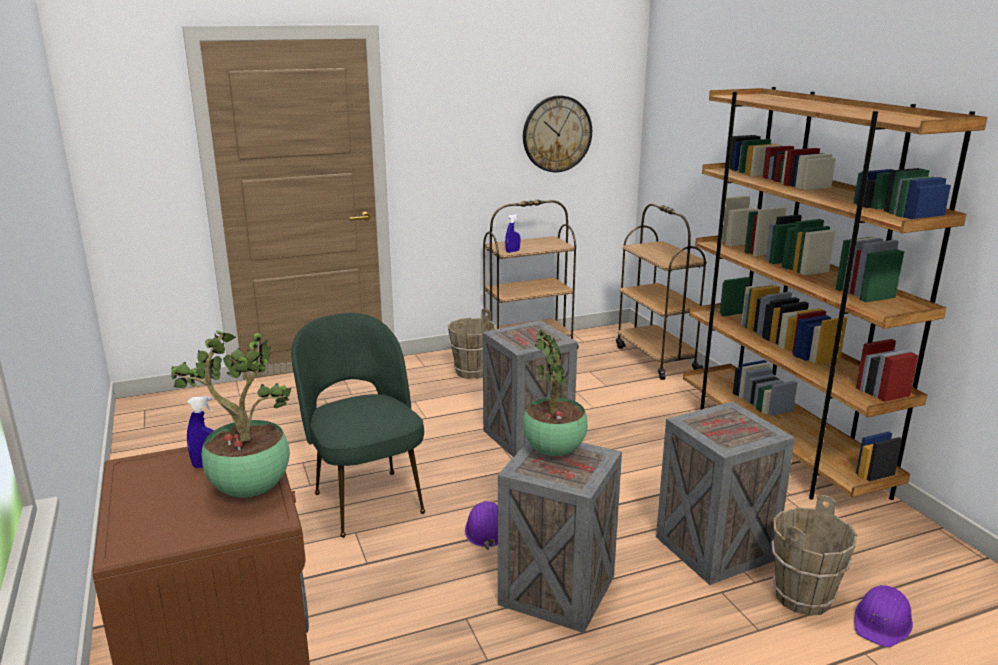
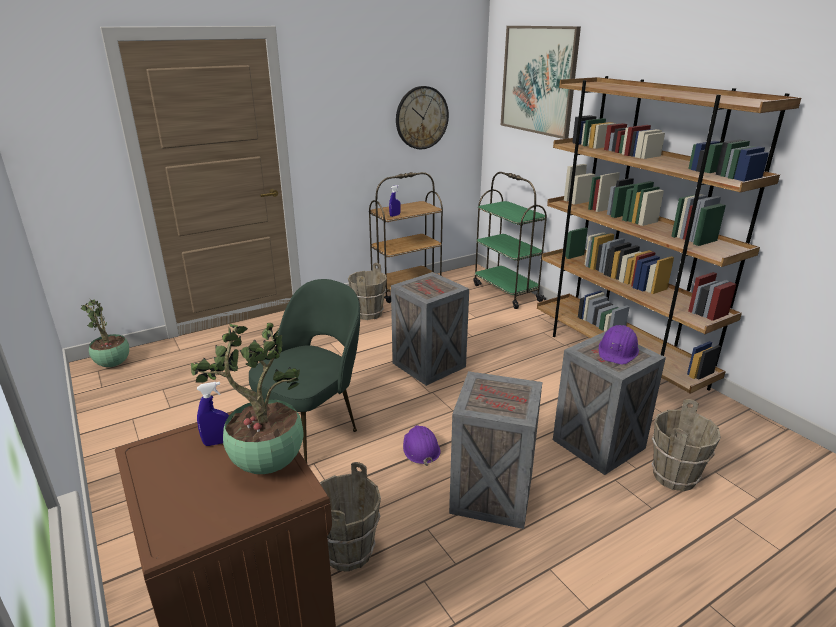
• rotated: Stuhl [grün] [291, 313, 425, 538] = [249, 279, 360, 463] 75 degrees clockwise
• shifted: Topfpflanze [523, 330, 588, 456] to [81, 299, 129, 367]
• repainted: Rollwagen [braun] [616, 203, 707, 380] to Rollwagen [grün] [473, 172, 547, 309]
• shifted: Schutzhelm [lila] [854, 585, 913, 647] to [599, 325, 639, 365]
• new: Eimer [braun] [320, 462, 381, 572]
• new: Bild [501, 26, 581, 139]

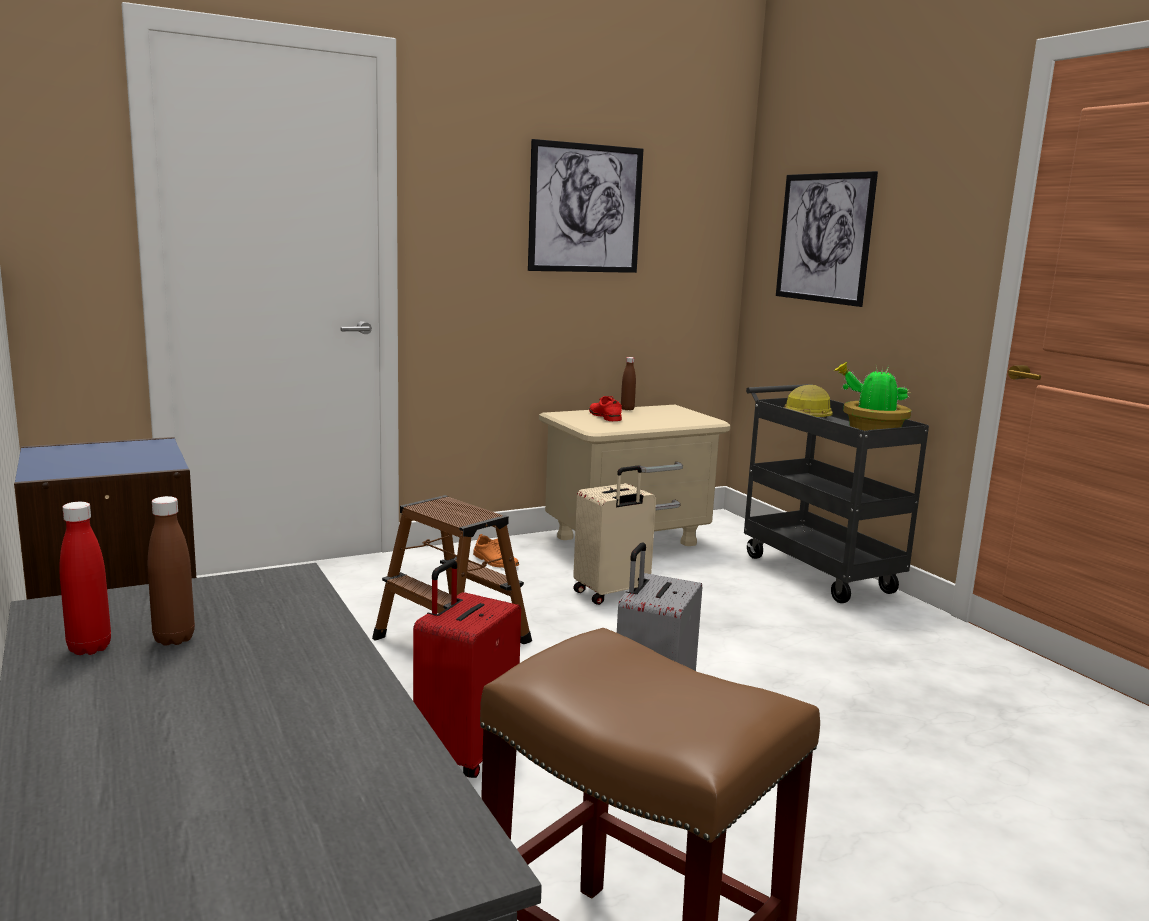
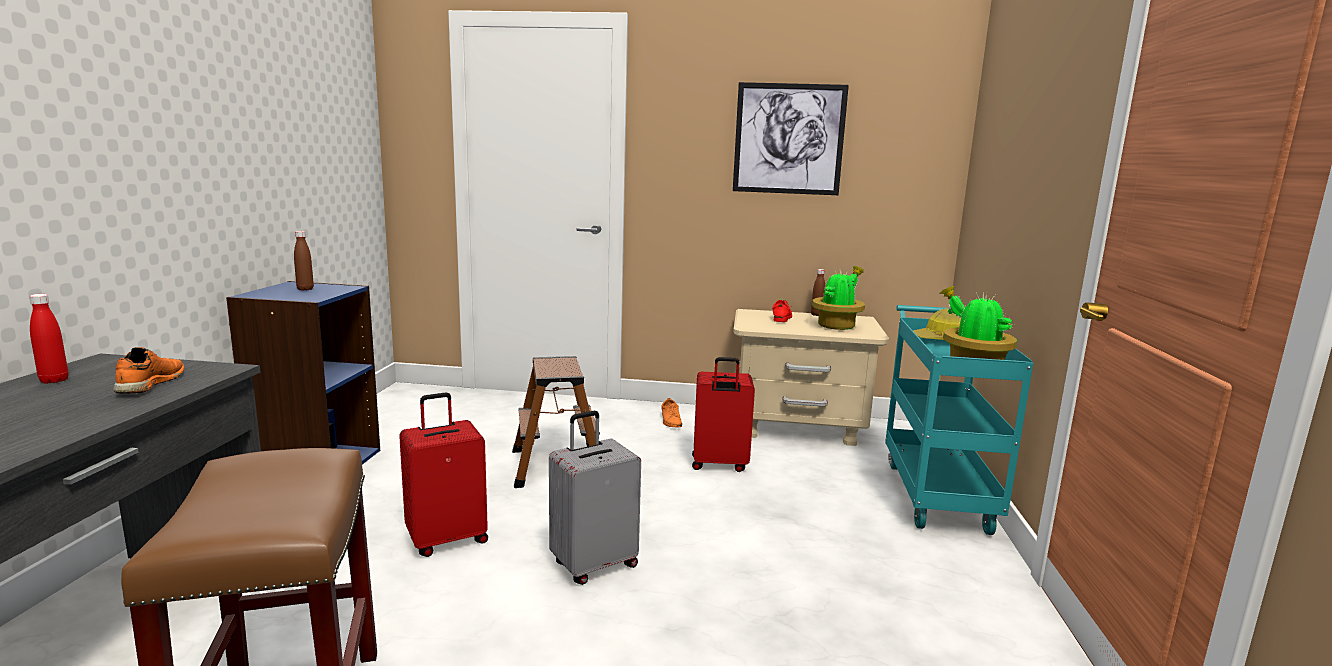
• shifted: Flasche [braun] [148, 496, 195, 646] to [294, 231, 314, 291]
• repainted: Koffer [beige] [573, 466, 656, 605] to Koffer [rot] [692, 357, 755, 472]
• repainted: Rollwagen [grau] [744, 384, 929, 603] to Rollwagen [türkis] [885, 305, 1033, 535]
• gone: Bild [776, 171, 878, 307]
• new: Schuh [orange] [113, 347, 184, 394]
• new: Topfpflanze [812, 266, 865, 330]

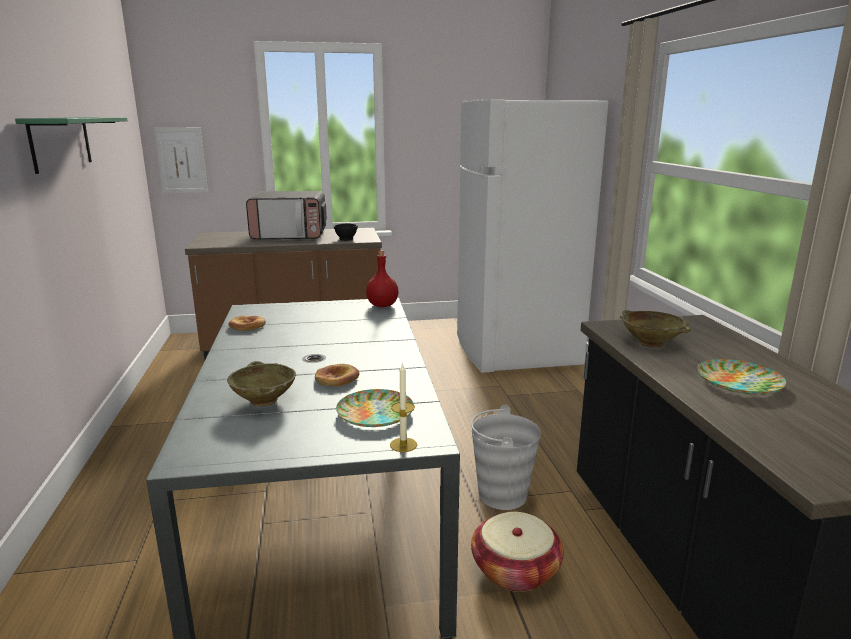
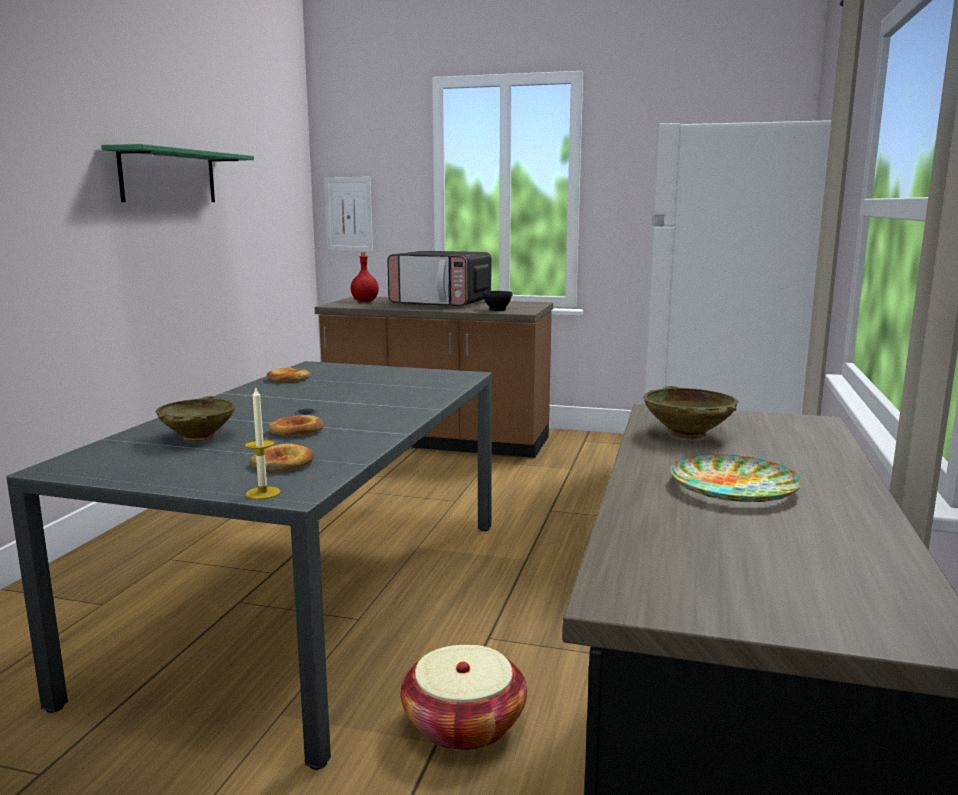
• swapped: Teller [336, 389, 414, 427] to Brot [249, 443, 315, 471]
• shifted: Flasche [rot] [366, 251, 398, 307] to [351, 252, 379, 302]
• gone: Eimer [grau] [471, 405, 541, 510]

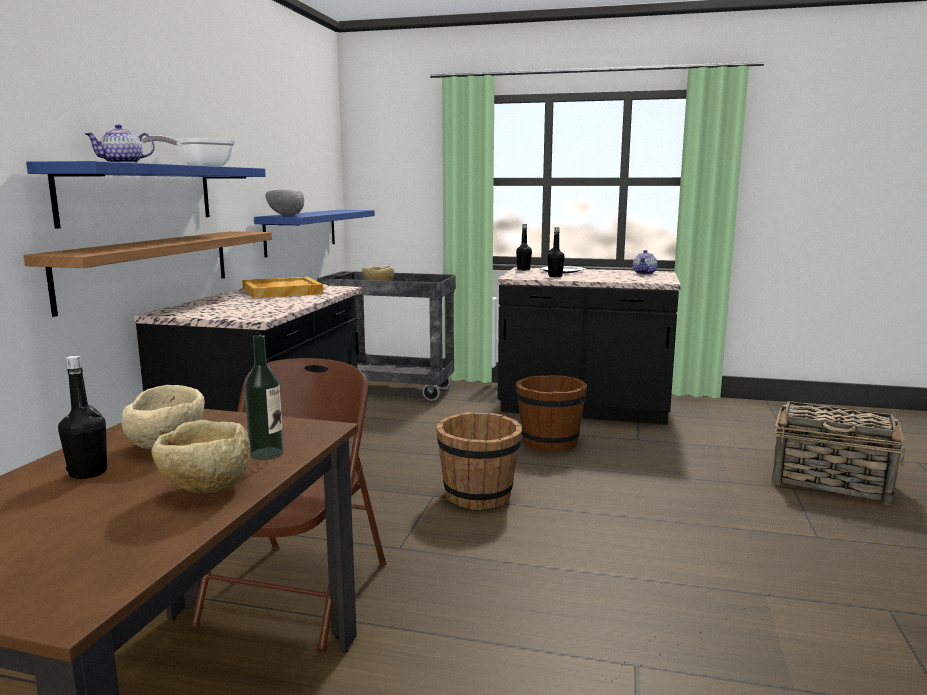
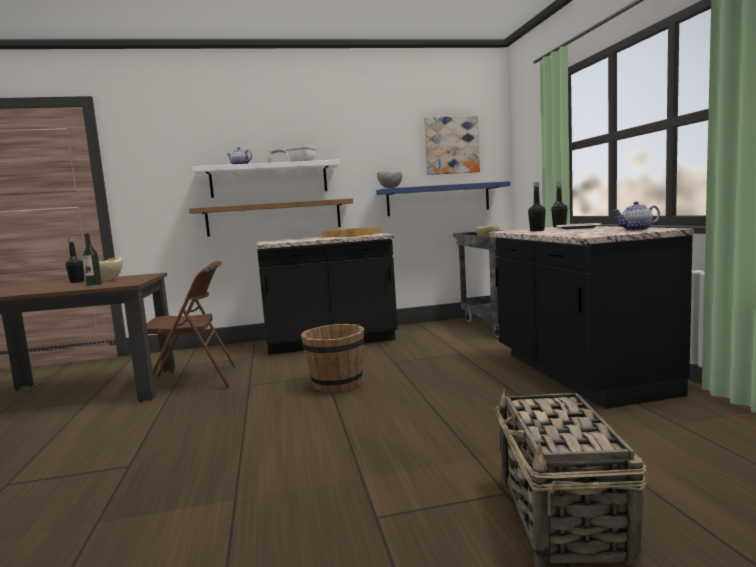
• repainted: Wandregal [blau] [26, 161, 266, 229] to Wandregal [weiß] [192, 159, 340, 198]
• gone: Schüssel [beige] [151, 420, 250, 493]
• gone: Eimer [braun] [516, 375, 587, 451]
• new: Bild [424, 116, 480, 175]

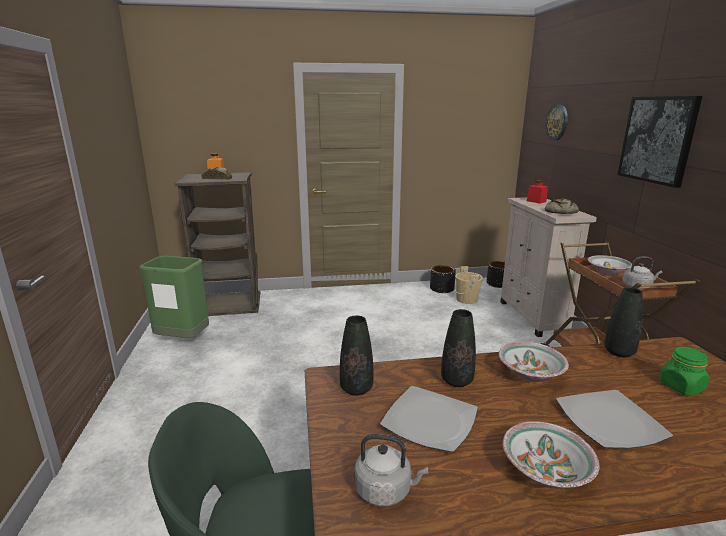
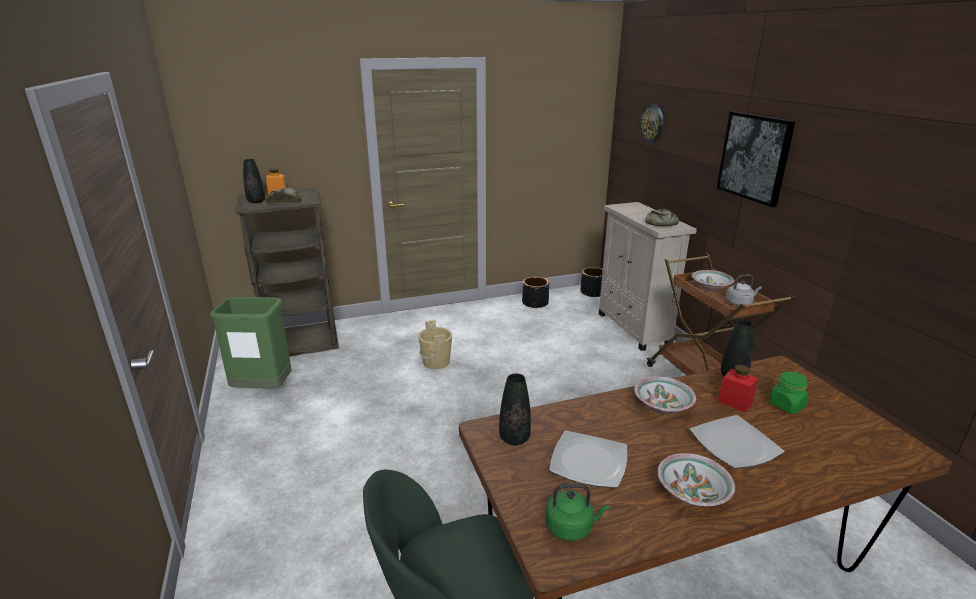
• repainted: Wasserkessel [grau] [355, 434, 428, 506] to Wasserkessel [grün] [545, 483, 609, 541]
• shifted: Vase [schwarz] [441, 309, 476, 387] to [243, 159, 265, 203]
• shifted: Eimer [beige] [455, 266, 483, 304] to [418, 320, 452, 369]
• shifted: Vorratsglas [rot] [527, 180, 548, 204] to [718, 365, 758, 412]

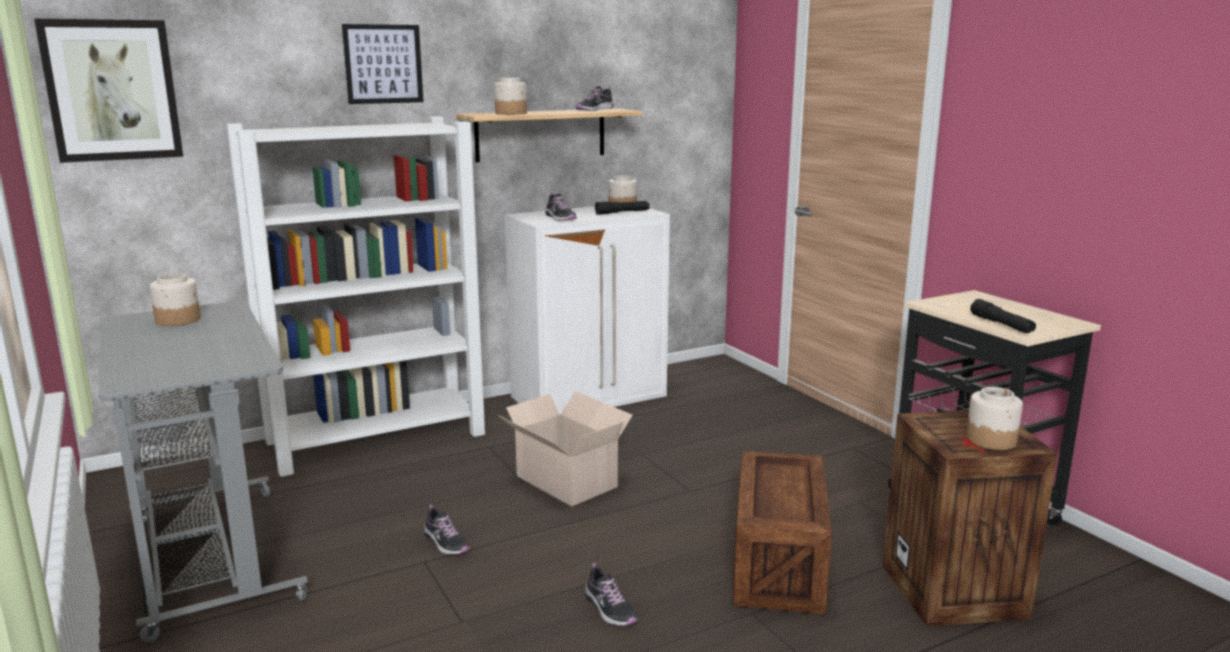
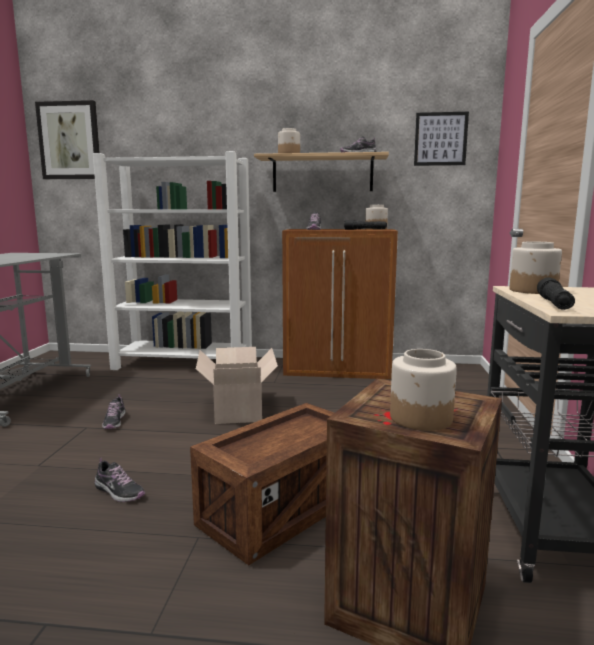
• shifted: Vorratsglas [150, 273, 200, 326] to [509, 241, 562, 294]
• shifted: Bild [342, 24, 424, 104] to [414, 112, 469, 166]
• repainted: Schrank [weiß] [504, 206, 670, 414] to Schrank [braun] [282, 229, 398, 379]
• rotated: Schuh [585, 563, 637, 626] = [95, 458, 145, 502] 60 degrees counterclockwise

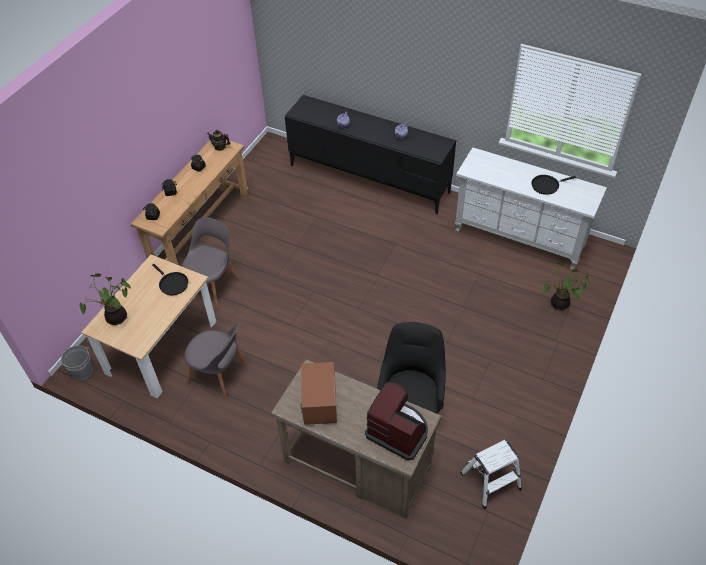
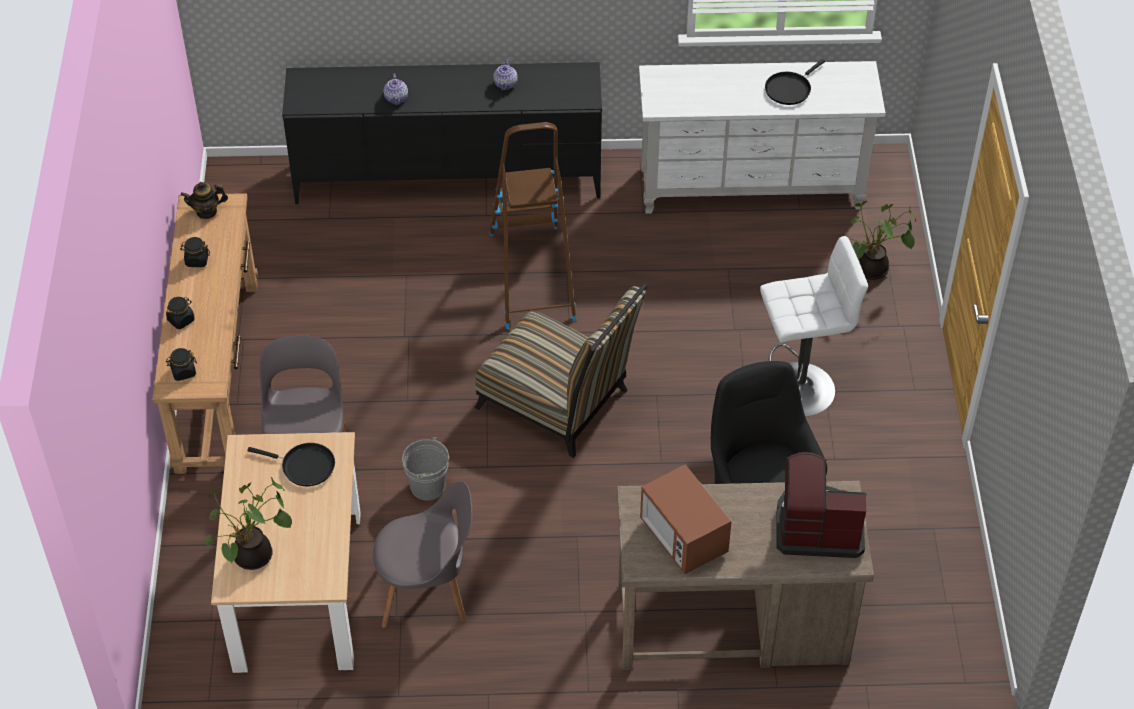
• shifted: Eimer [grau] [61, 346, 93, 381] to [402, 437, 449, 501]
• gone: Trittleiter [weiß] [460, 439, 522, 509]
• new: Stuhl [475, 284, 647, 458]
• new: Trittleiter [braun] [489, 122, 576, 329]
• new: Hocker [weiß] [760, 236, 868, 417]

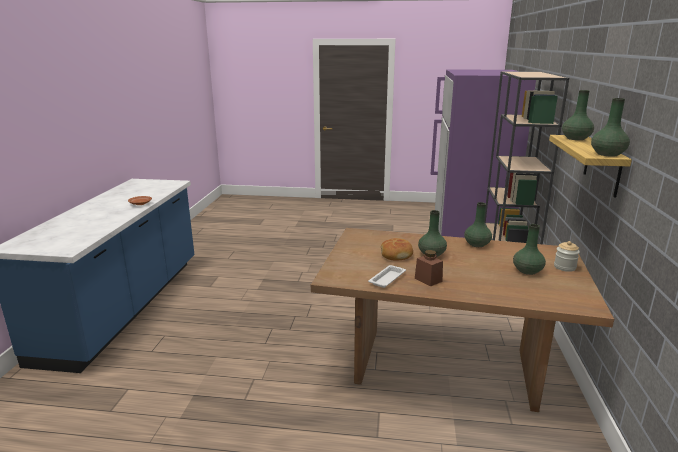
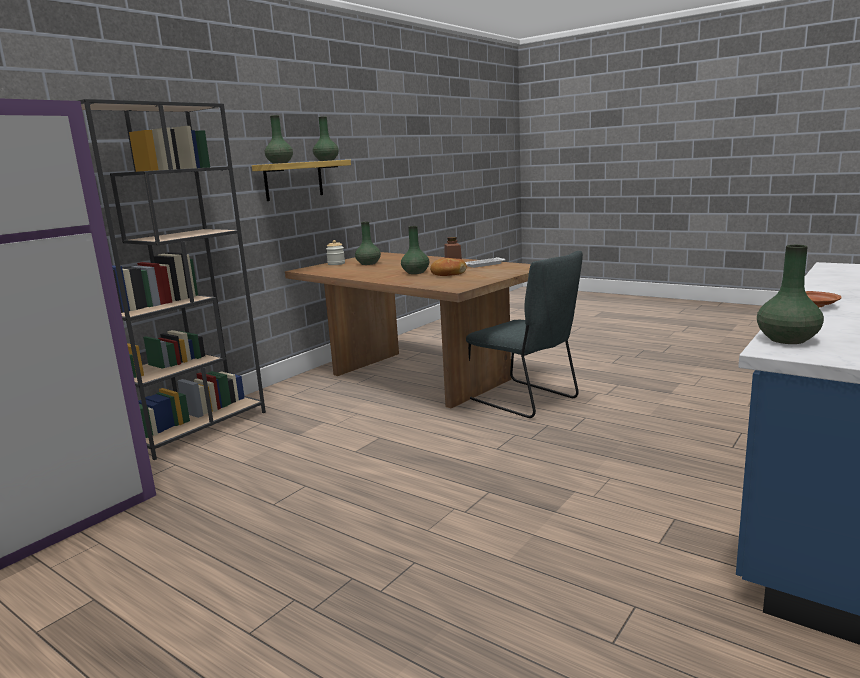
• shifted: Vase [grün] [464, 202, 492, 247] to [757, 245, 824, 344]
• new: Stuhl [grau] [466, 251, 583, 418]

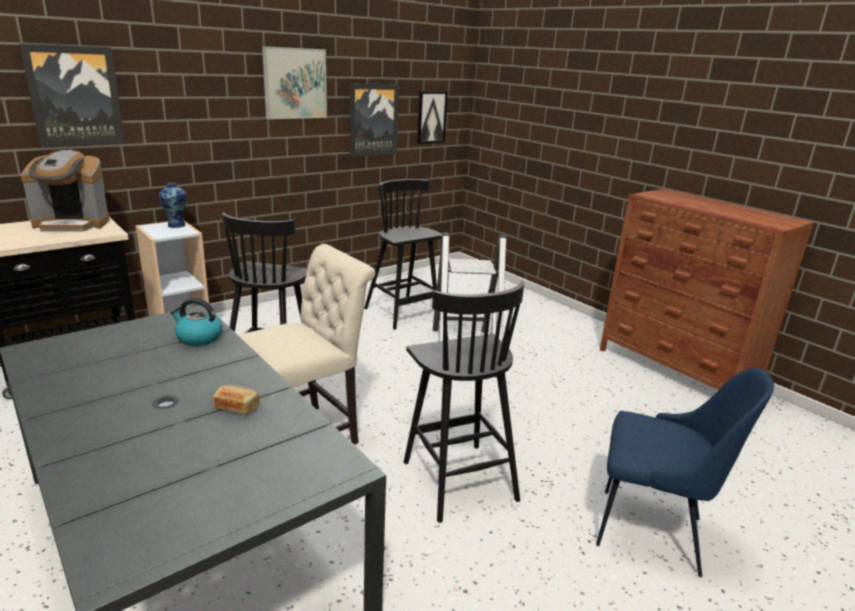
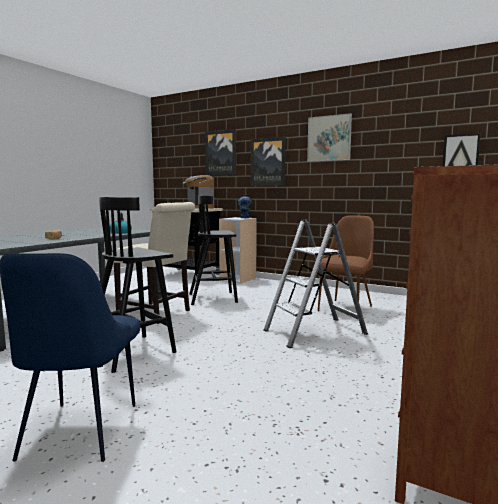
• shifted: Bild [350, 84, 399, 157] to [251, 137, 286, 186]
• swapped: Hocker [schwarz] [364, 179, 442, 330] to Stuhl [braun] [318, 215, 374, 311]

